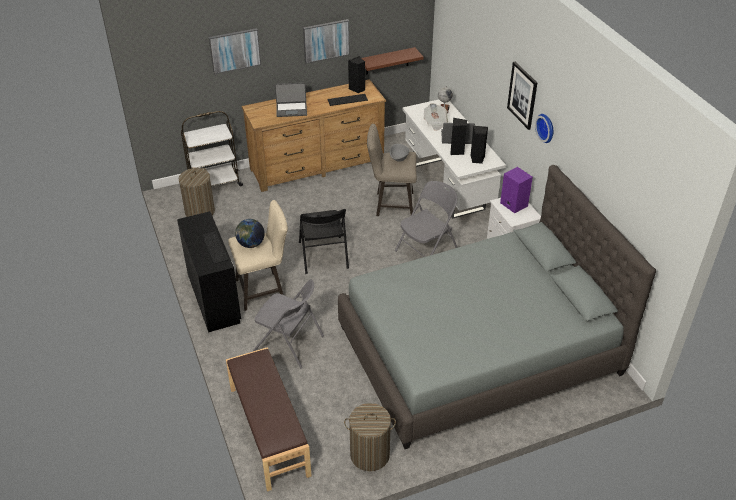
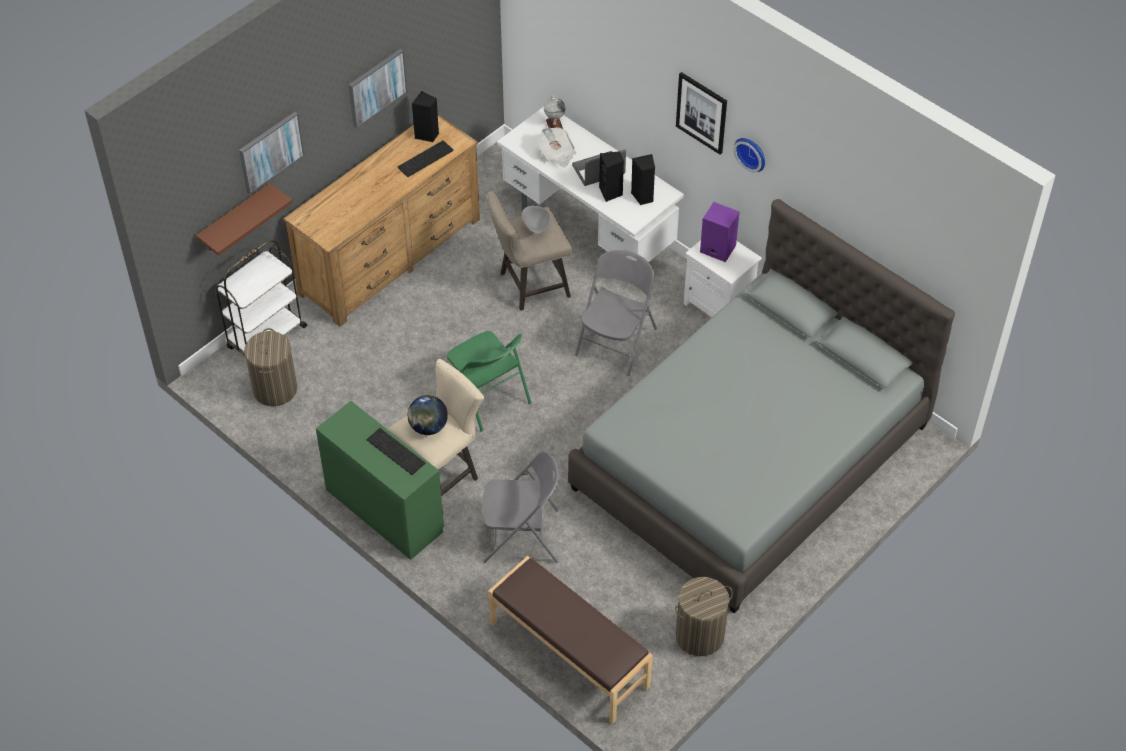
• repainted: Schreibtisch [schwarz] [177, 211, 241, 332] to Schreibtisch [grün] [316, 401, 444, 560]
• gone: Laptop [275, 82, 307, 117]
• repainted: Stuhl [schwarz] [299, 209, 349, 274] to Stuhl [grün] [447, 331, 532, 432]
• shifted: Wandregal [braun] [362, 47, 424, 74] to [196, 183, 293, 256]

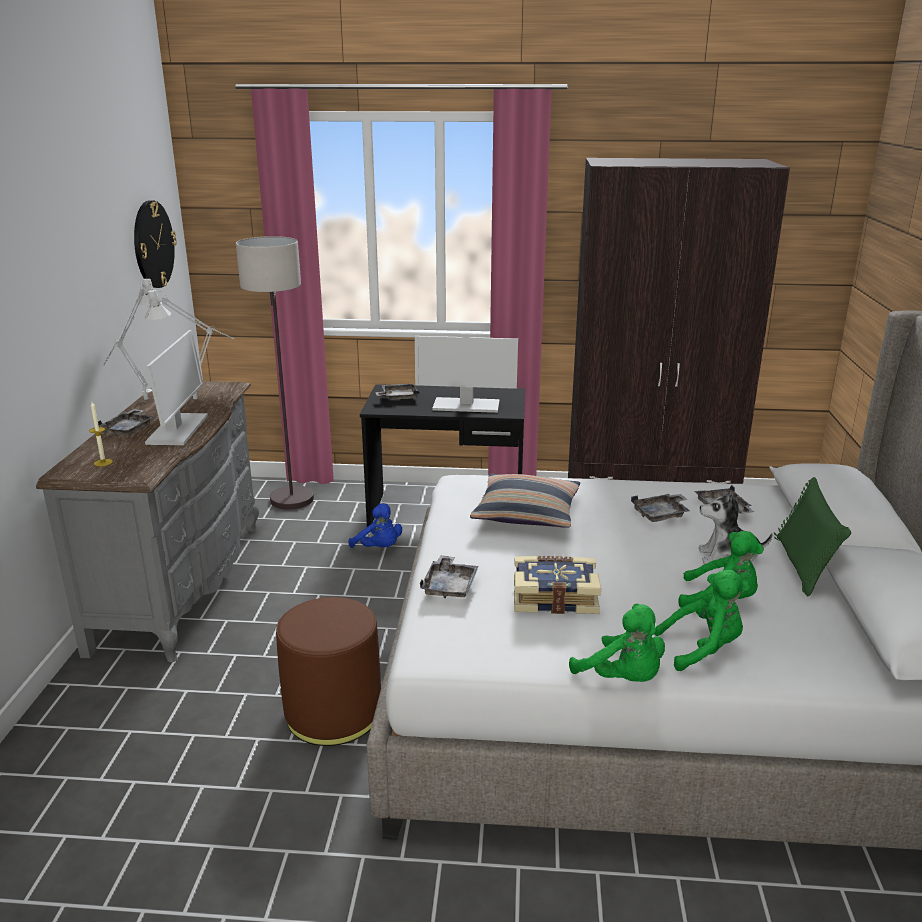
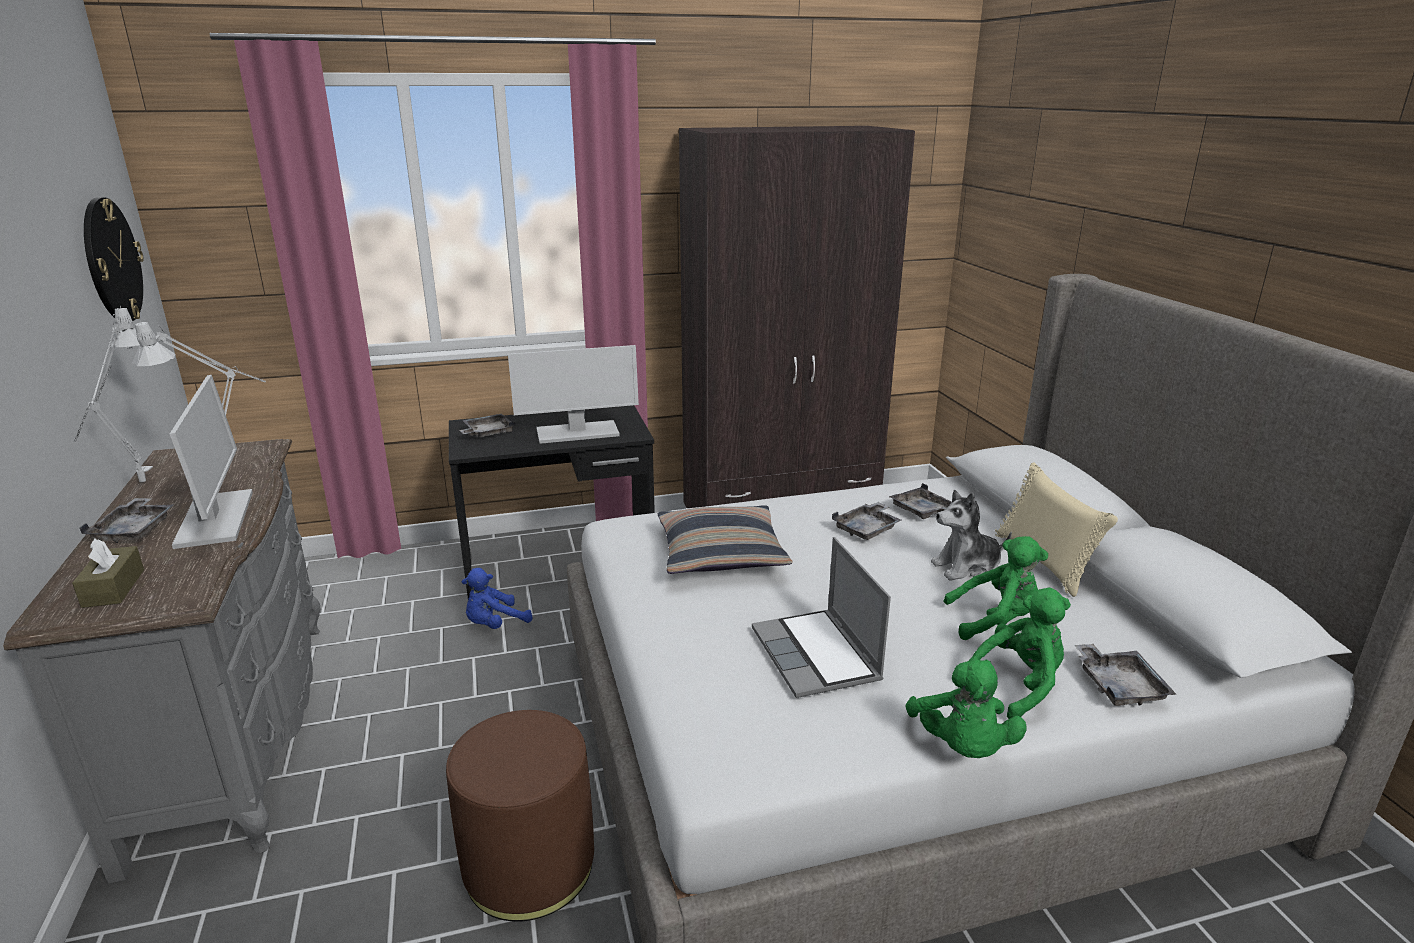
• swapped: Kerze [89, 402, 113, 467] to Taschentuchbox [braun] [72, 539, 144, 608]
• gone: Stehlampe [grau] [236, 236, 314, 510]
• rotated: Plüschtier [blau] [348, 503, 402, 548] = [462, 568, 533, 629] 120 degrees clockwise
• shifted: Tablett [grau] [420, 555, 479, 598] to [1074, 644, 1176, 706]
• swapped: Buch [514, 556, 601, 614] to Laptop [752, 537, 891, 698]
• rotated: Plüschtier [grün] [569, 604, 665, 682] = [905, 659, 1027, 758] 60 degrees clockwise
• repainted: Kissen [grün] [774, 477, 851, 596] to Kissen [beige] [995, 462, 1118, 597]

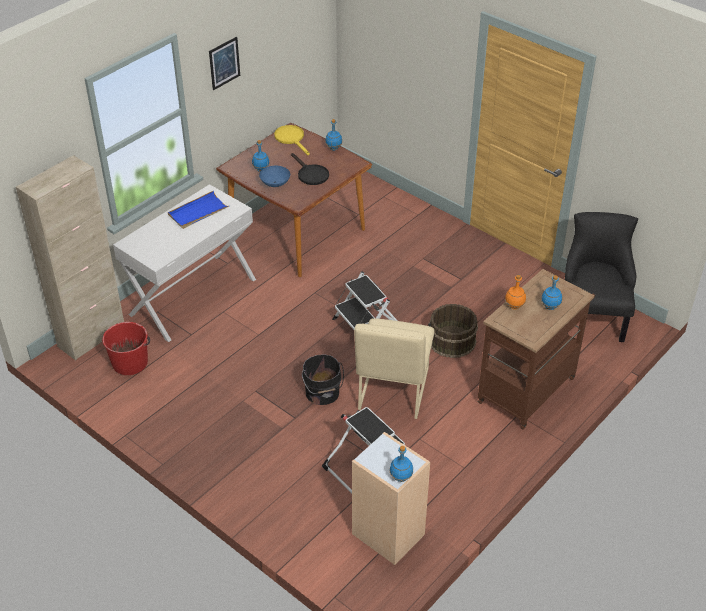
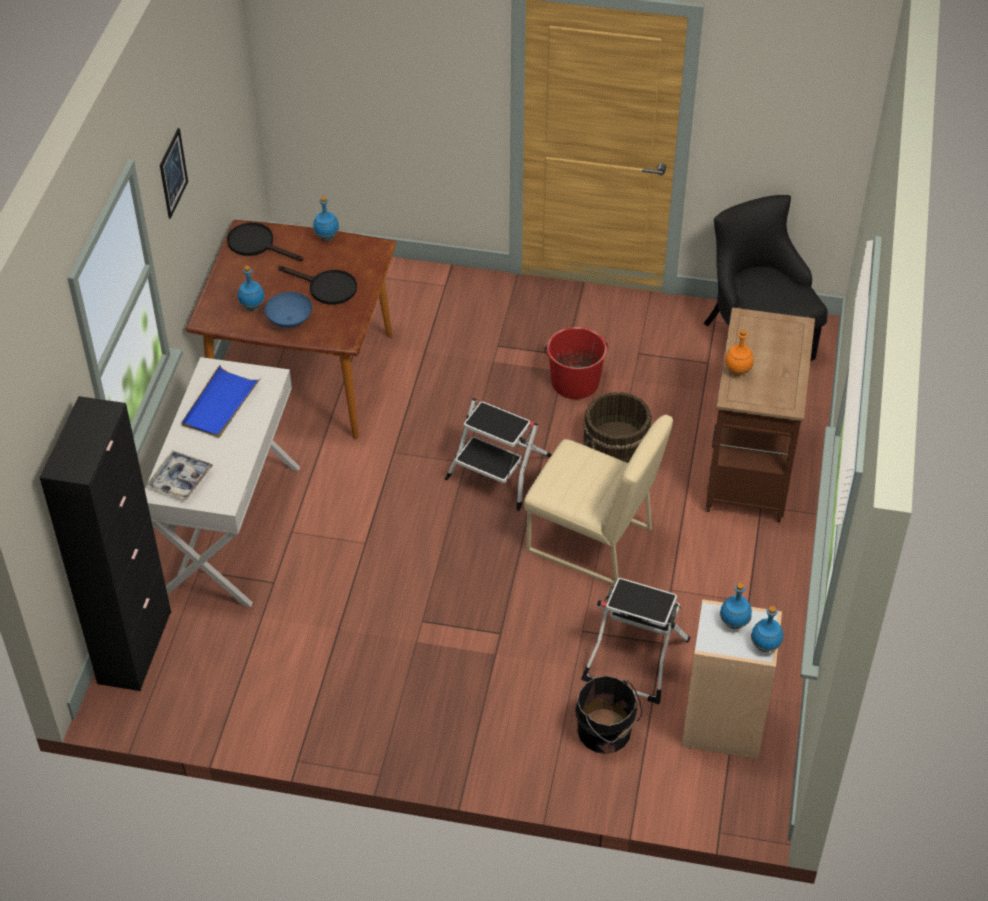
• repainted: Schrank [beige] [16, 155, 124, 360] to Schrank [schwarz] [40, 396, 171, 691]
• shifted: Eimer [rot] [102, 322, 150, 375] to [544, 327, 608, 399]
• repainted: Pfanne [gelb] [274, 125, 310, 155] to Pfanne [schwarz] [227, 223, 303, 261]
• shifted: Eimer [schwarz] [302, 354, 344, 405] to [575, 676, 642, 754]
• rotated: Stuhl [beige] [354, 318, 434, 419] = [524, 414, 673, 585] 45 degrees counterclockwise
• shifted: Flasche [blau] [541, 275, 562, 310] to [720, 583, 752, 629]
• new: Tablett [147, 451, 213, 500]

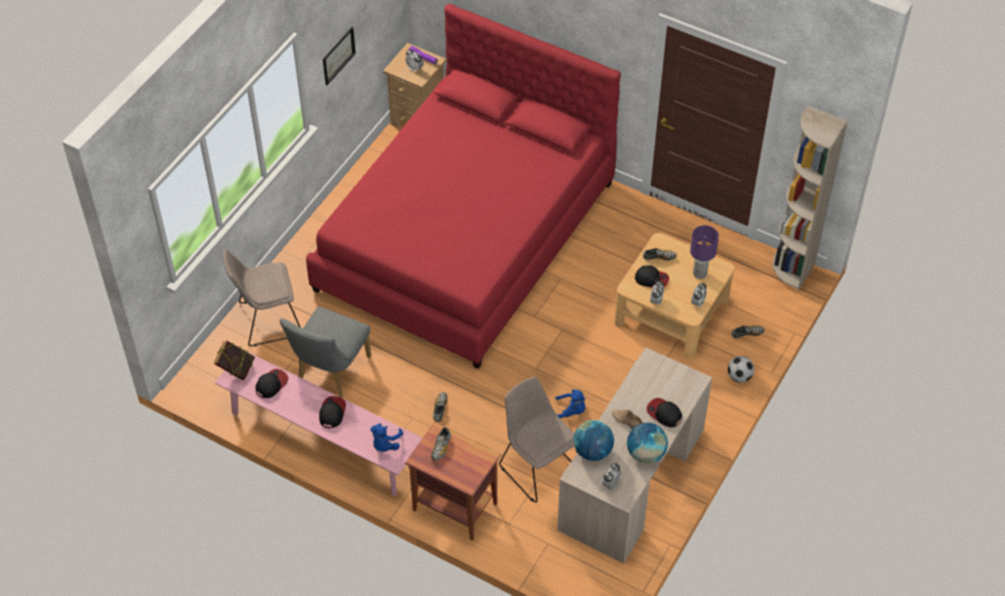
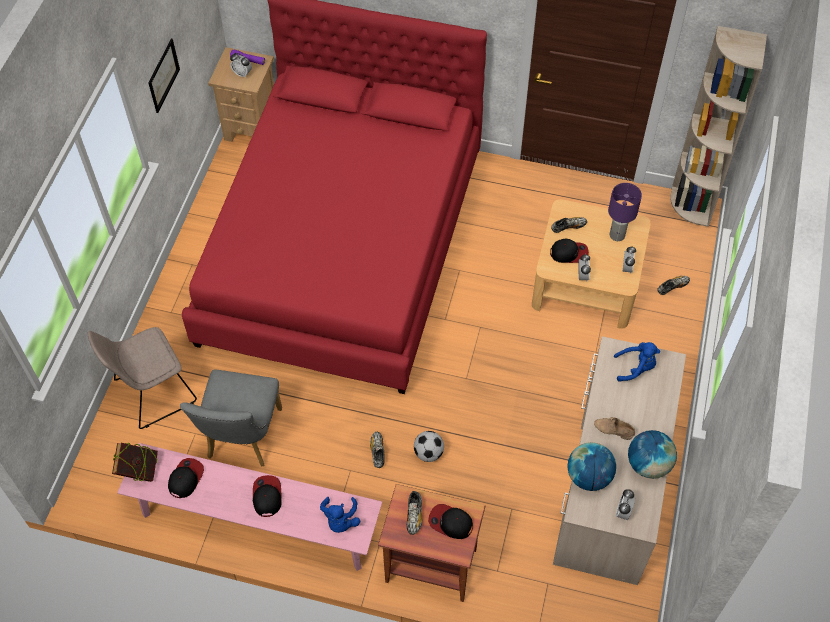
• gone: Stuhl [beige] [499, 377, 574, 503]
• shifted: Plüschtier [blau] [555, 389, 585, 418] to [614, 342, 660, 382]
• shifted: Kappe [646, 398, 682, 427] to [428, 504, 473, 539]
• shifted: Fußball [728, 356, 754, 383] to [414, 431, 444, 462]

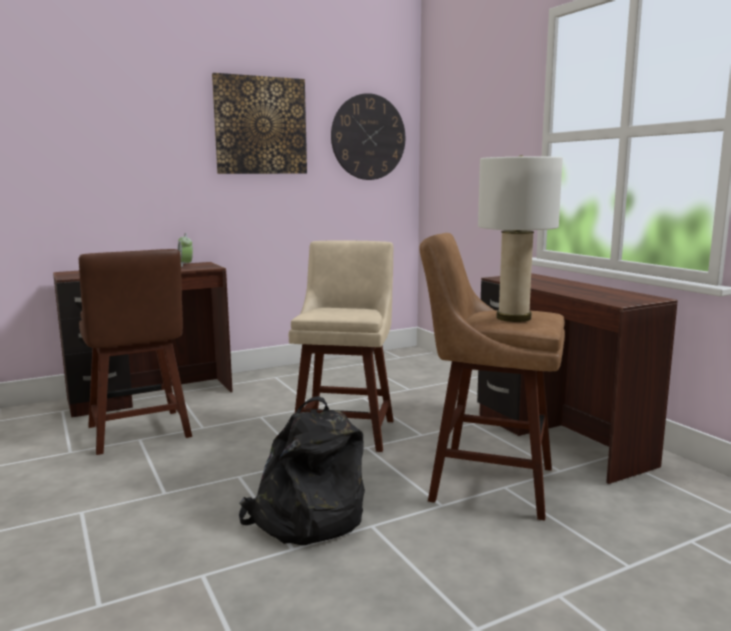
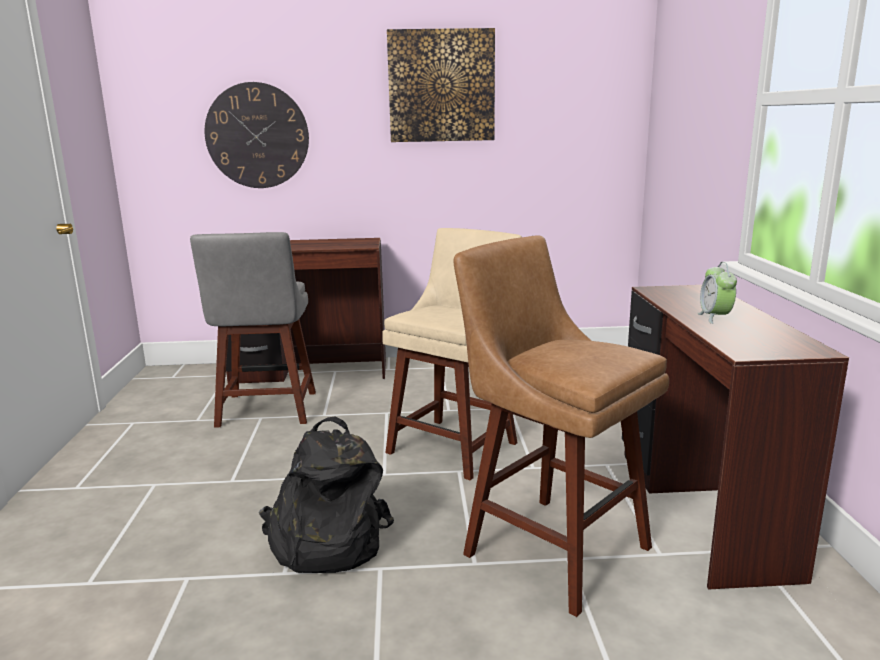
• repainted: Stuhl [braun] [79, 249, 192, 455] to Stuhl [grau] [190, 232, 316, 428]
• shifted: Wecker [178, 233, 193, 267] to [698, 262, 737, 324]
• shifted: Wanduhr [331, 93, 405, 180] to [205, 82, 309, 188]
• gone: Tischlampe [weiß] [478, 155, 563, 322]

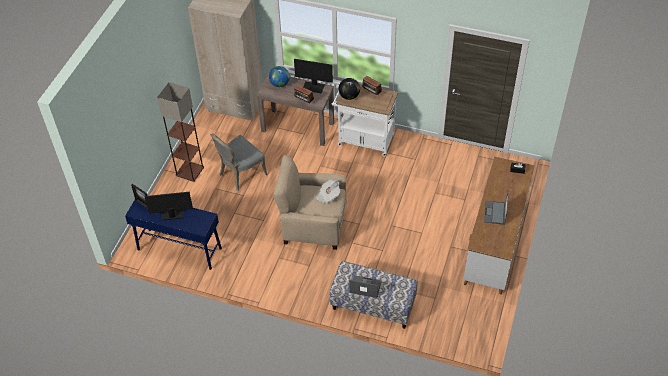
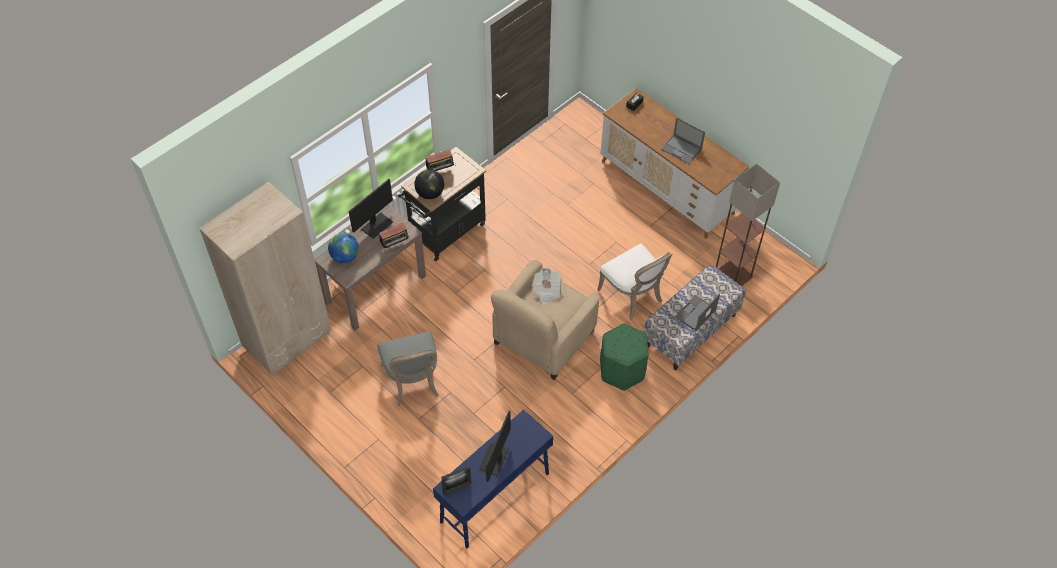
• shifted: Stehlampe [157, 82, 204, 182] to [716, 164, 780, 286]
• repainted: Rollwagen [weiß] [332, 84, 398, 157] to Rollwagen [schwarz] [398, 147, 486, 261]
• new: Stuhl [weiß] [597, 244, 672, 320]
• new: Polsterhocker [grün] [600, 324, 649, 391]

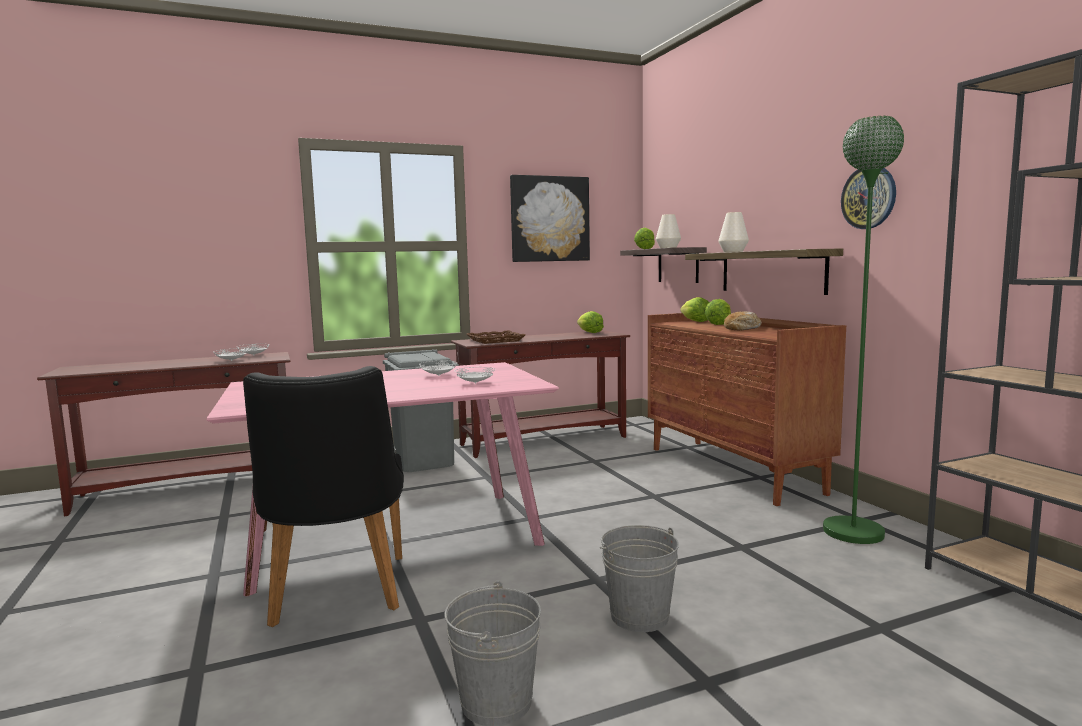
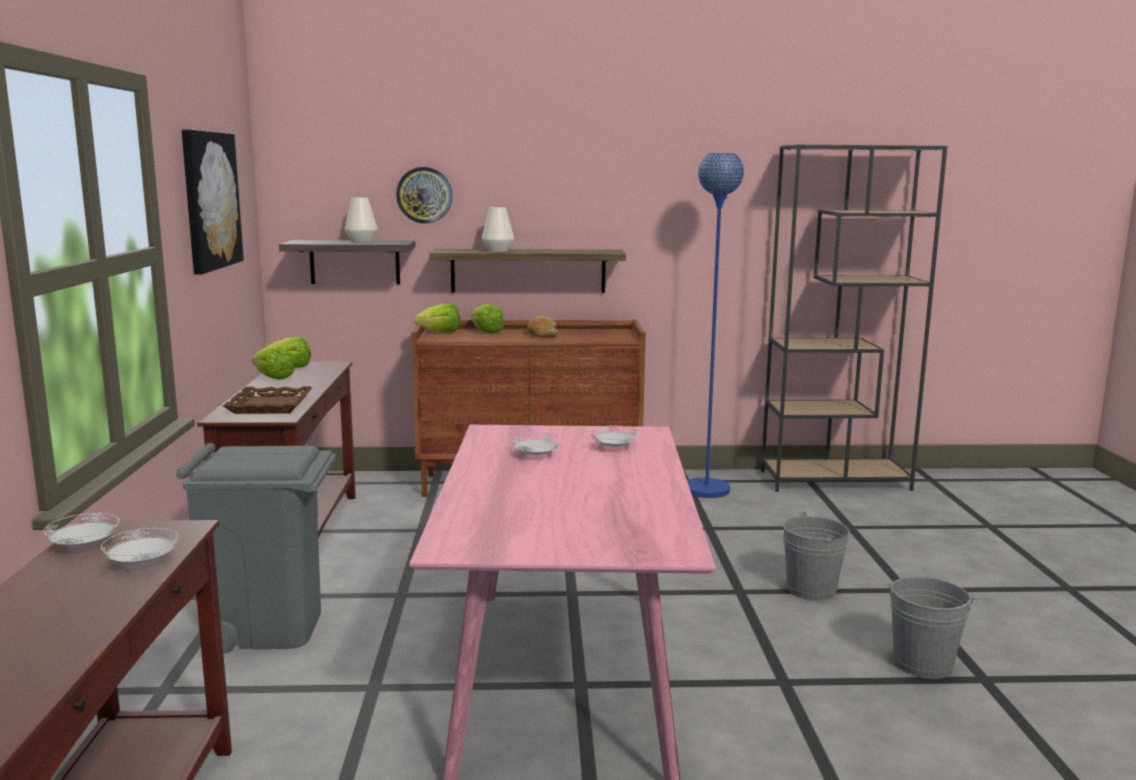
• gone: Stuhl [schwarz] [243, 366, 404, 627]
• shifted: Salatkopf [634, 228, 655, 249] to [252, 346, 294, 380]
• repainted: Stehlampe [grün] [823, 116, 904, 544] to Stehlampe [blau] [687, 153, 744, 498]
• shifted: Wanduhr [841, 168, 896, 229] to [396, 167, 452, 224]

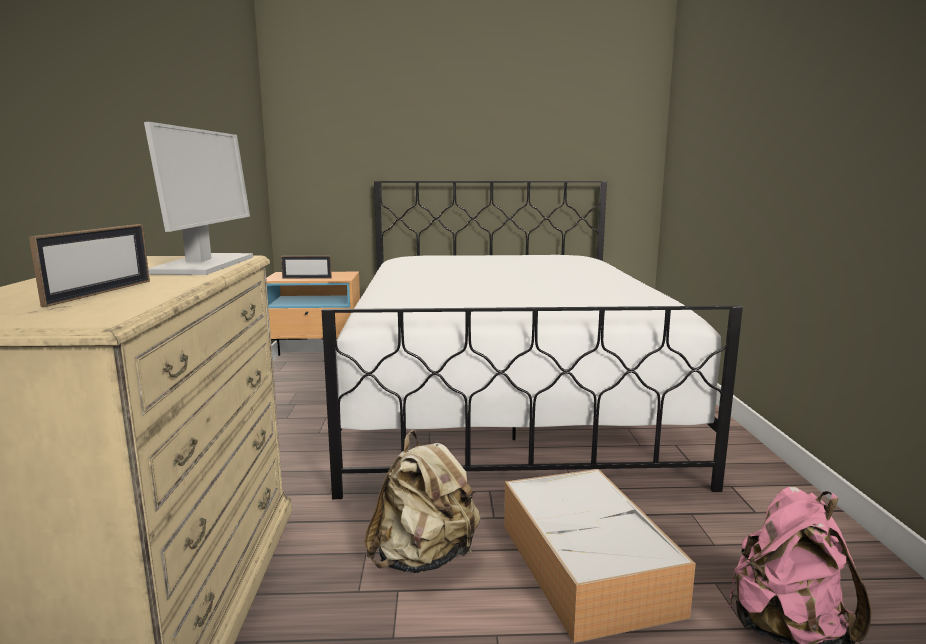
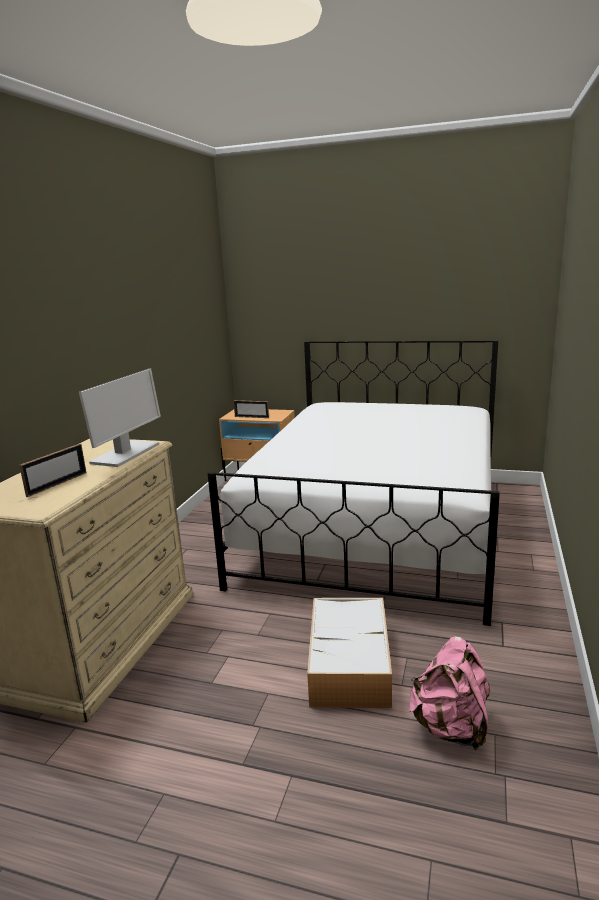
• gone: Rucksack [beige] [364, 431, 480, 573]

